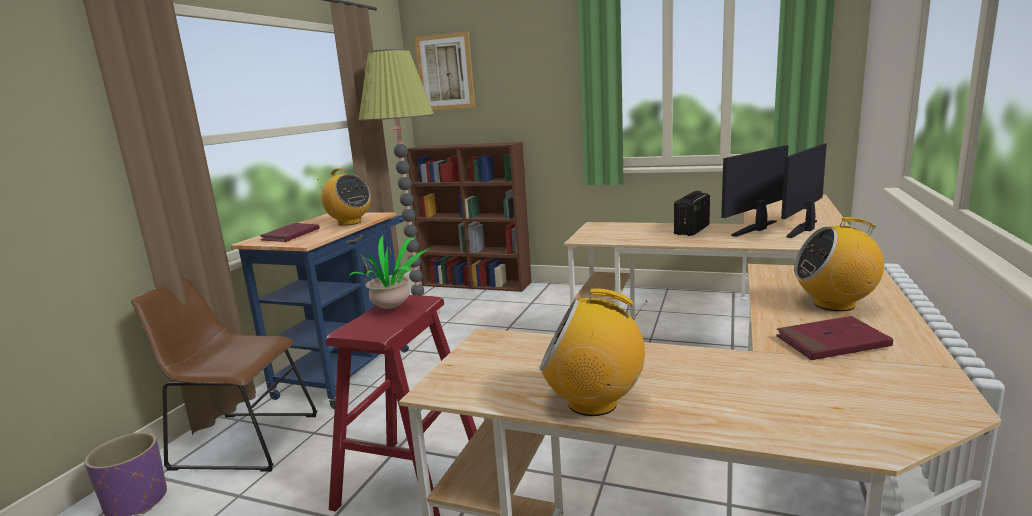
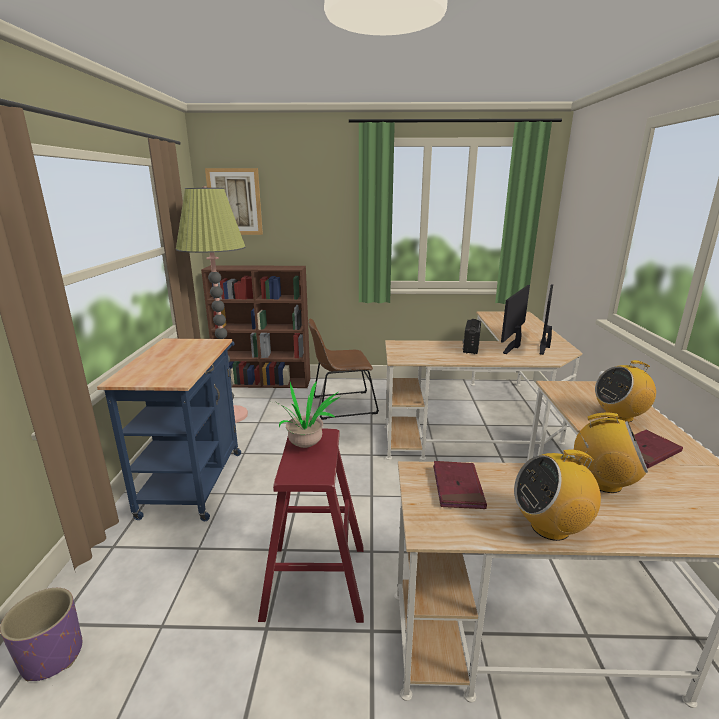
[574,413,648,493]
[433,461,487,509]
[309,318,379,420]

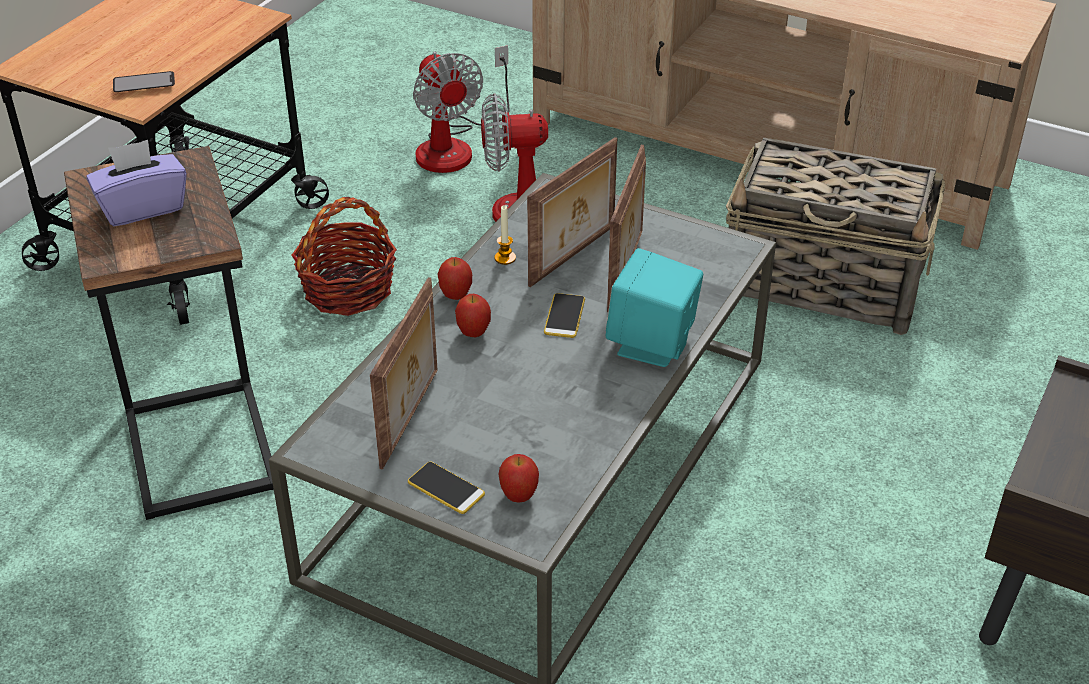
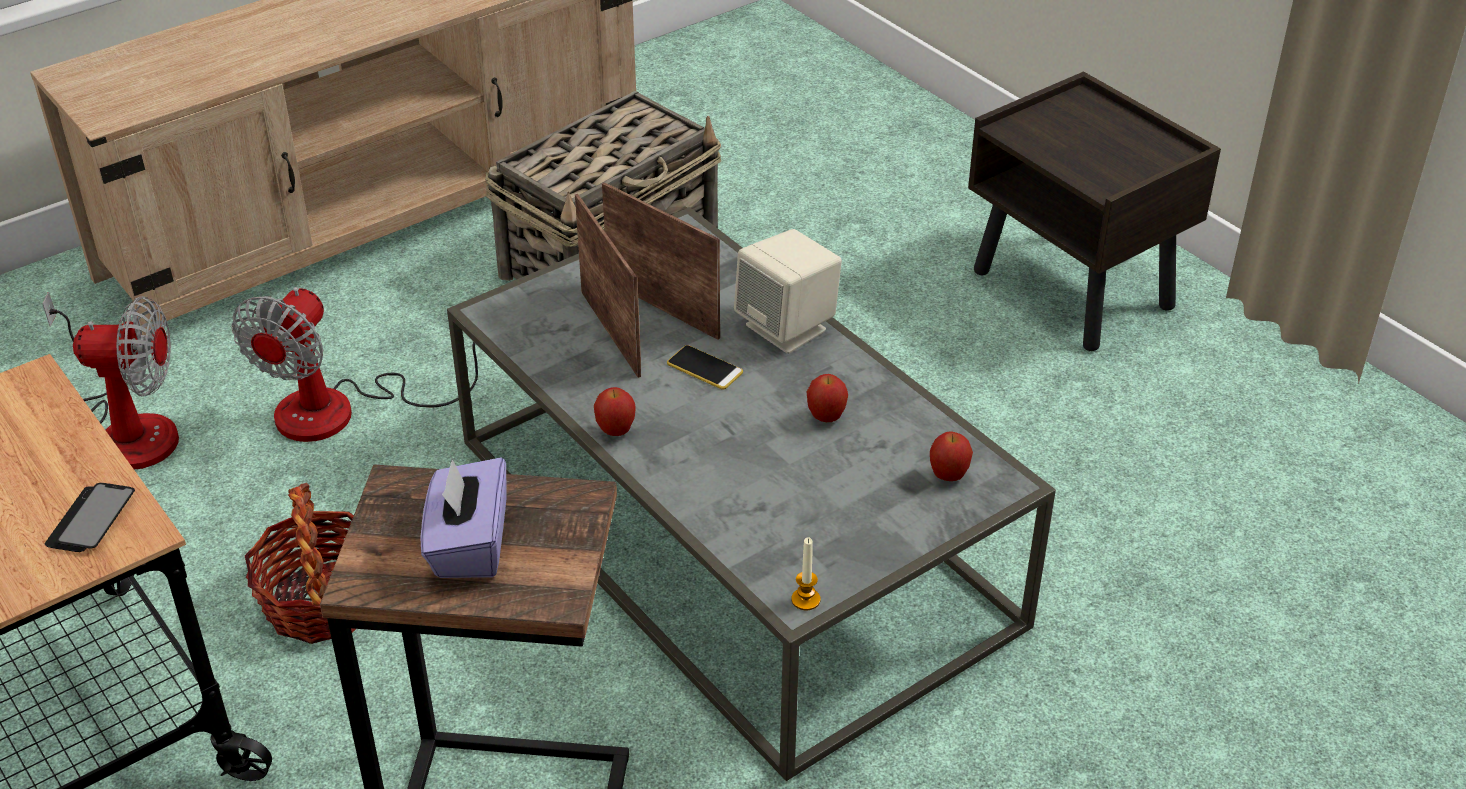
[791,537,821,610]
[734,229,842,354]
[370,277,438,470] (first image)
[807,374,848,422]
[408,462,485,514] (first image)

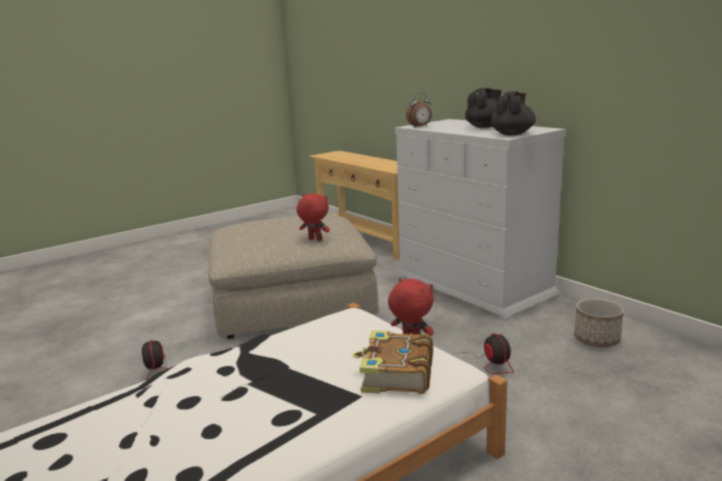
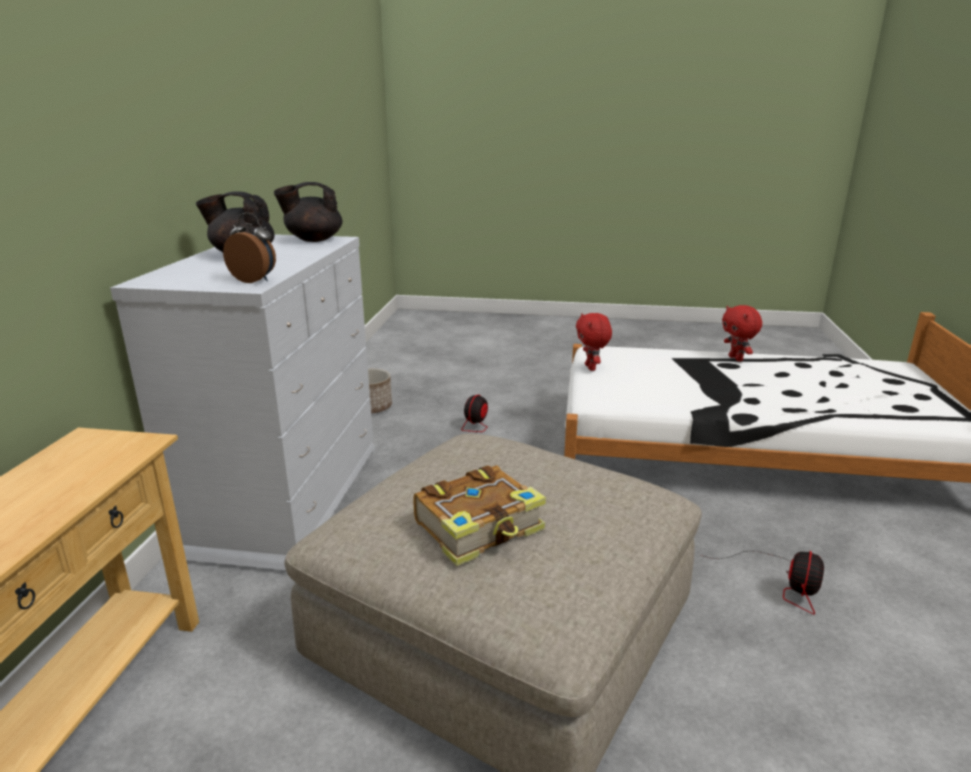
[722,305,762,361]
[413,465,546,566]

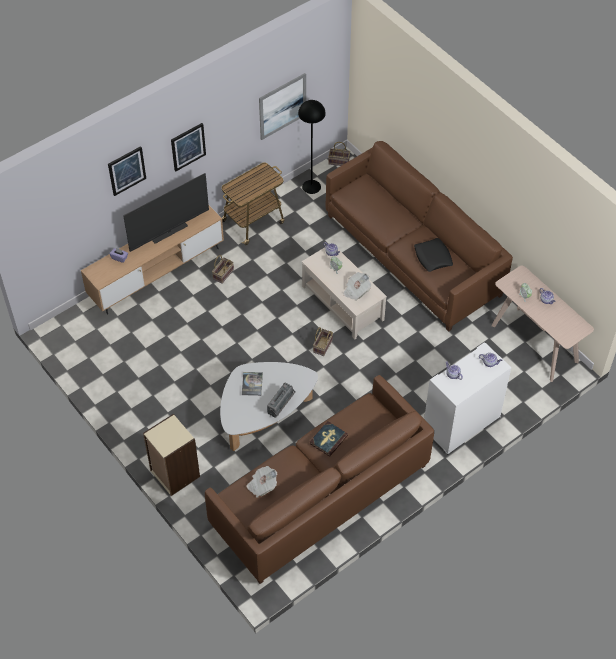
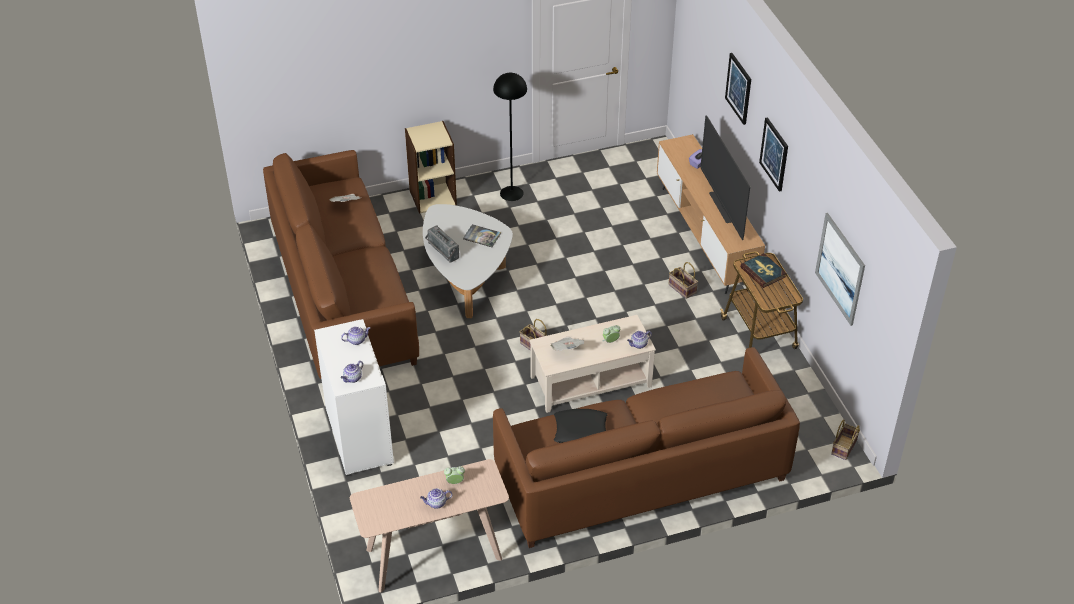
[493,73,527,201]
[740,253,787,288]

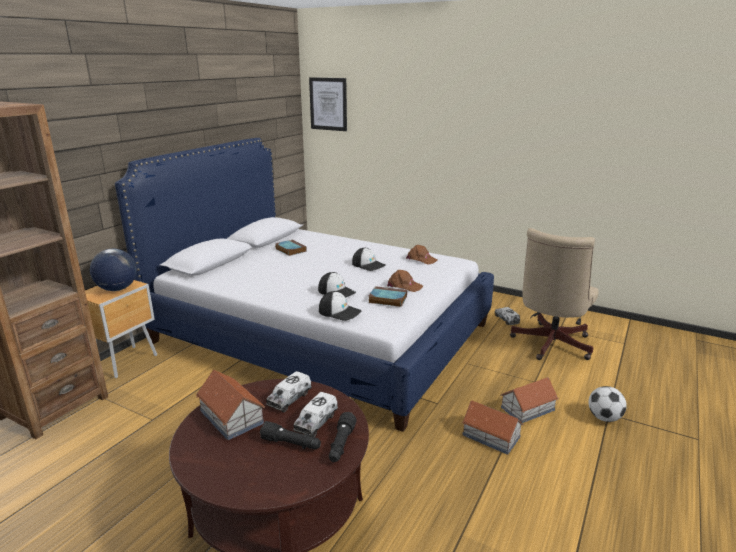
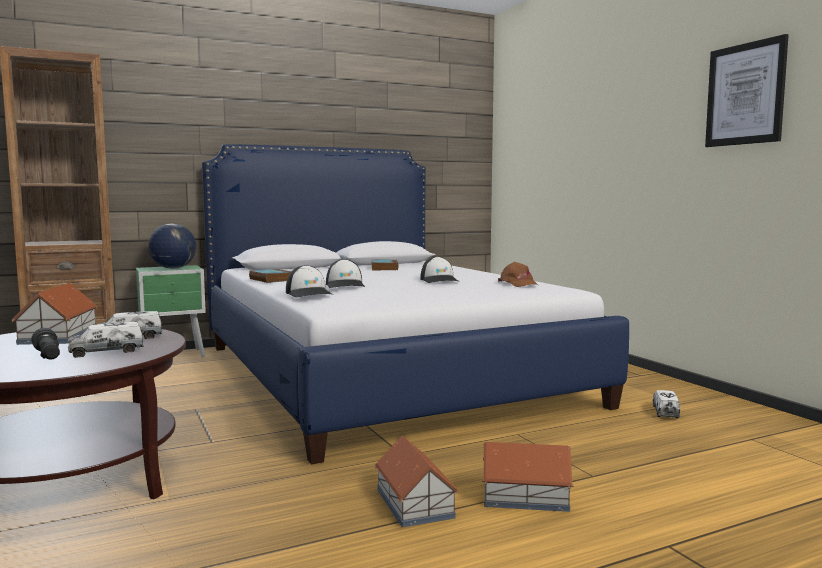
[705,34,789,147]
[510,228,599,360] (first image)
[387,270,423,292] (first image)
[136,265,206,358]
[249,269,291,283]
[589,386,627,422] (first image)
[329,412,357,462] (first image)

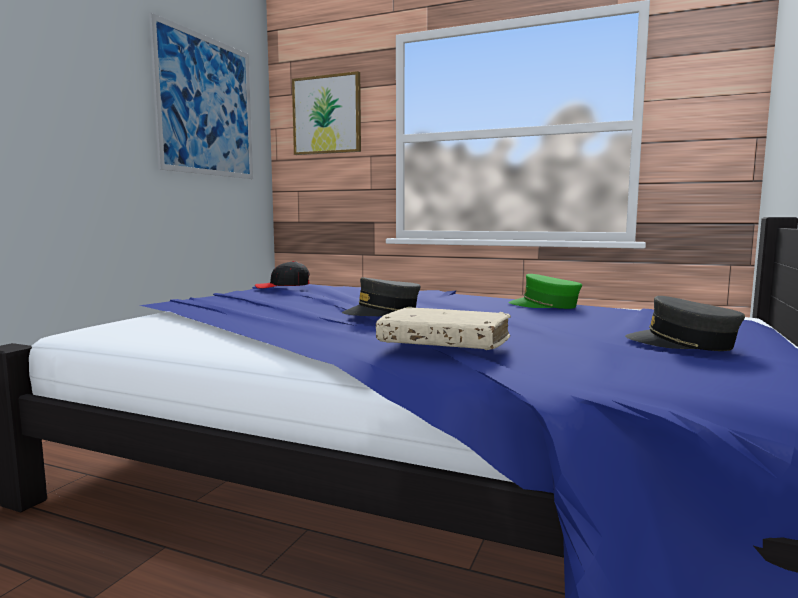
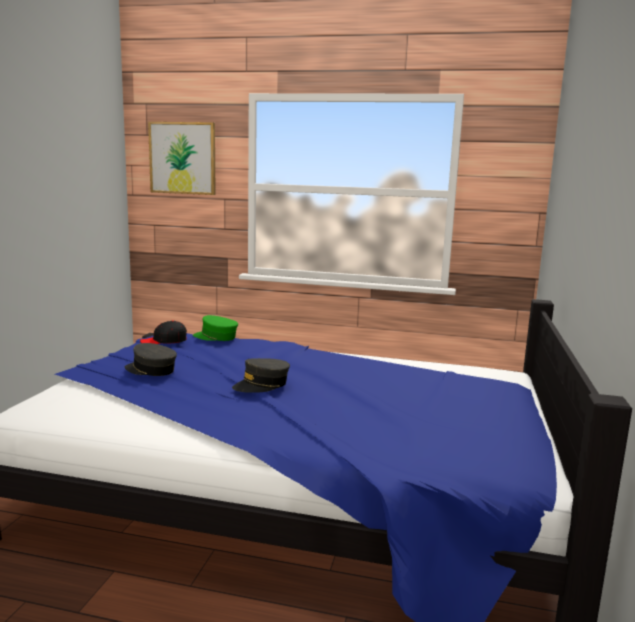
[149,13,253,179] (first image)
[193,315,238,341]
[125,343,177,376]
[376,307,511,350] (first image)

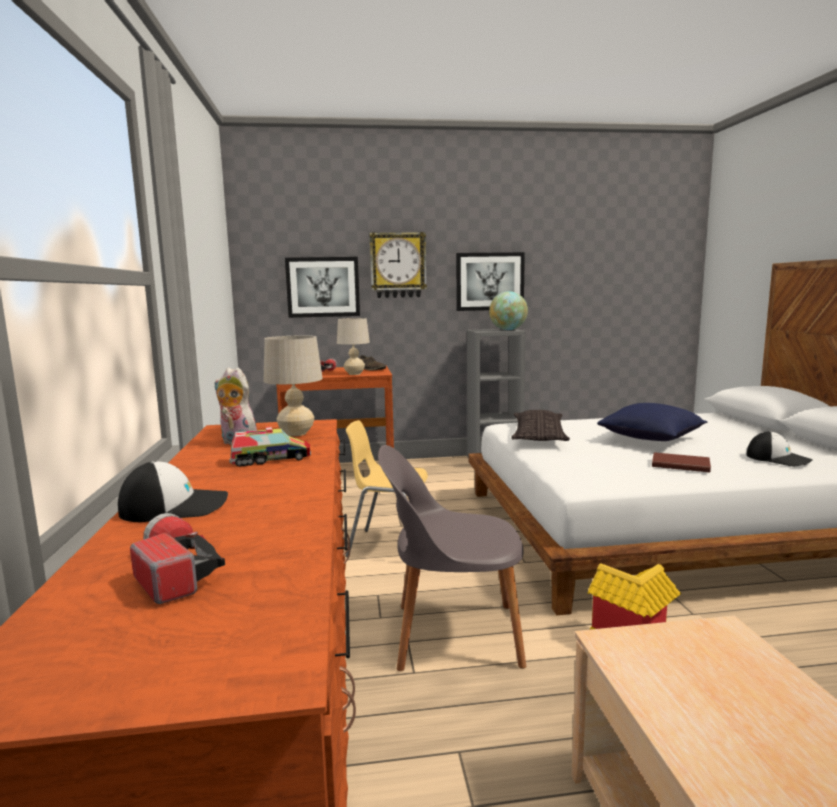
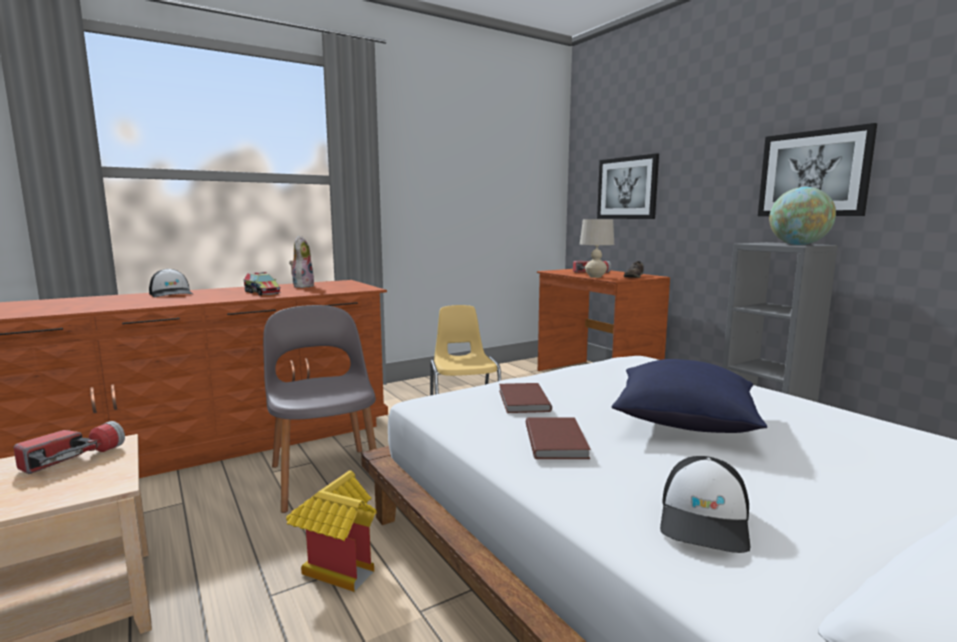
[369,232,427,298] (first image)
[263,335,323,436] (first image)
[512,410,570,441] (first image)
[14,421,125,474]
[499,383,552,413]

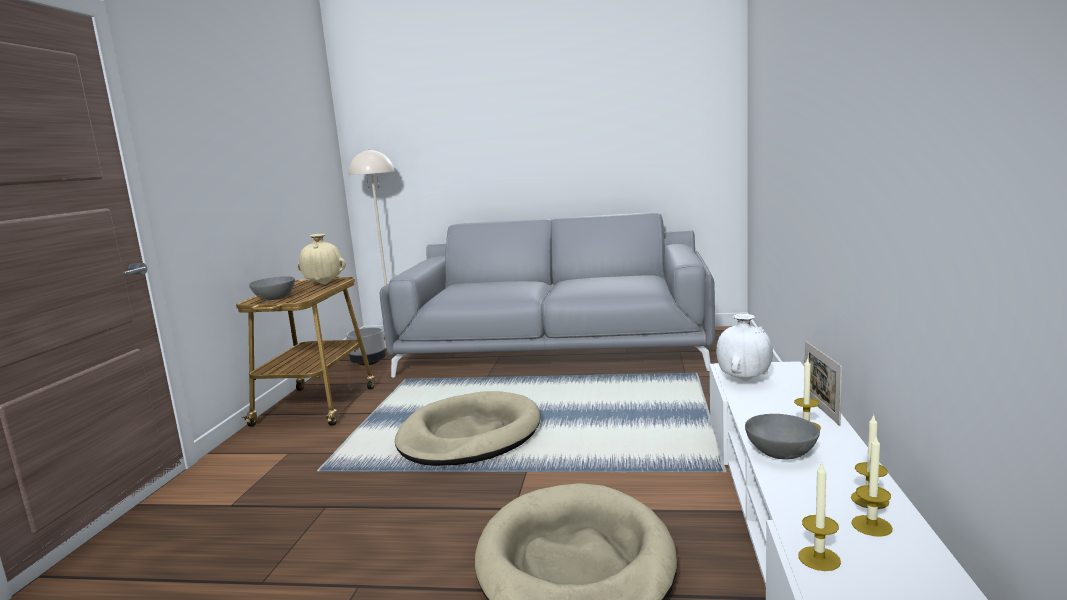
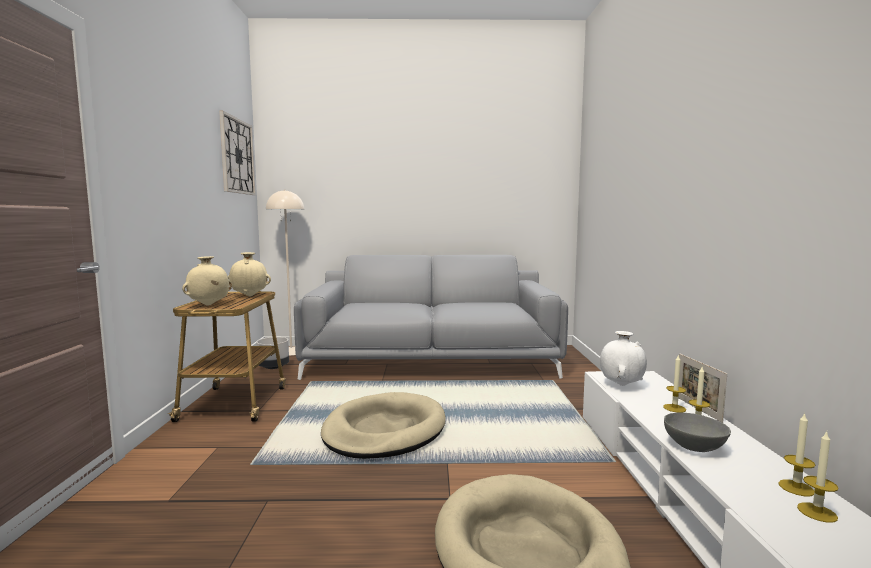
[182,256,232,306]
[663,354,686,413]
[219,111,256,195]

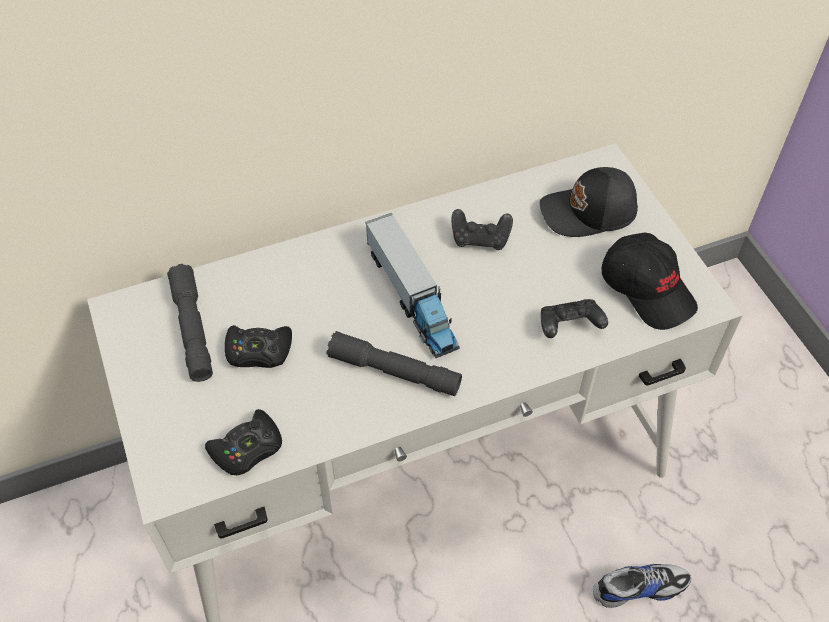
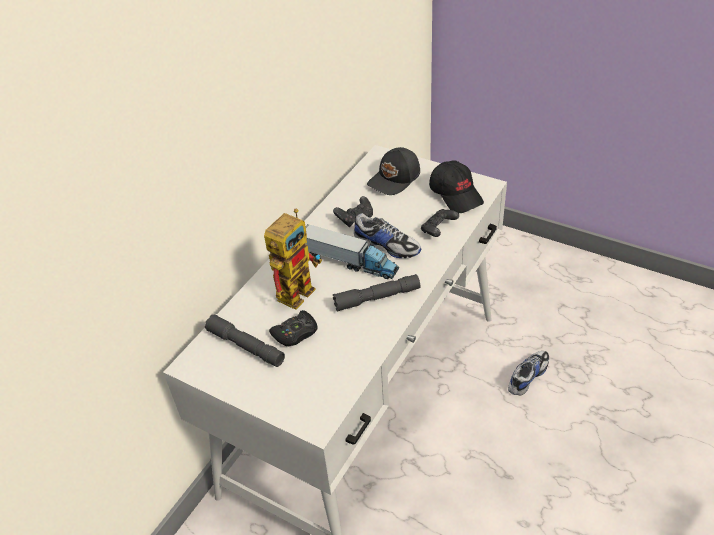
[429,160,484,213]
[205,409,282,475] (first image)
[264,209,322,310]
[351,210,421,258]

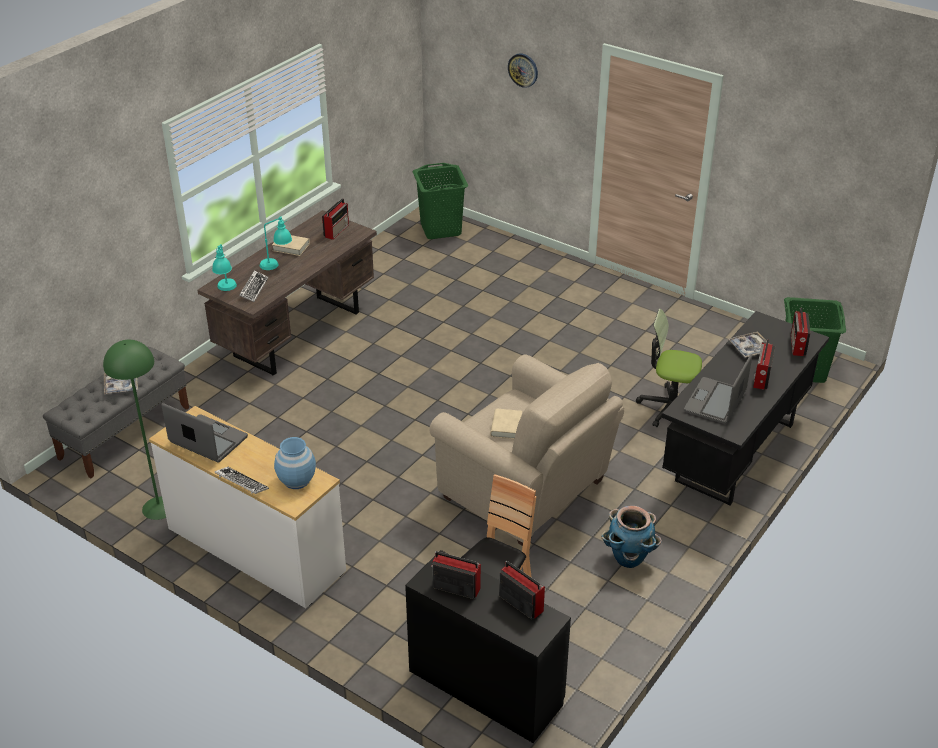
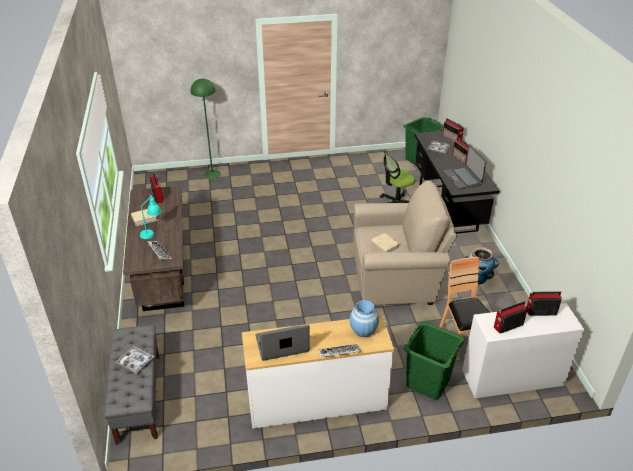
[508,53,538,88] (first image)
[404,321,465,400]
[212,244,237,291] (first image)
[191,79,221,179]
[462,303,584,398]

